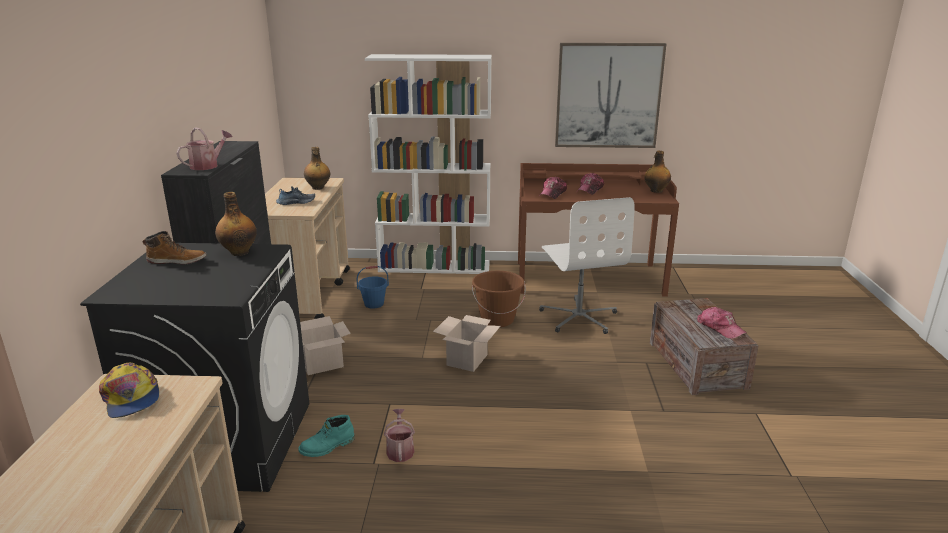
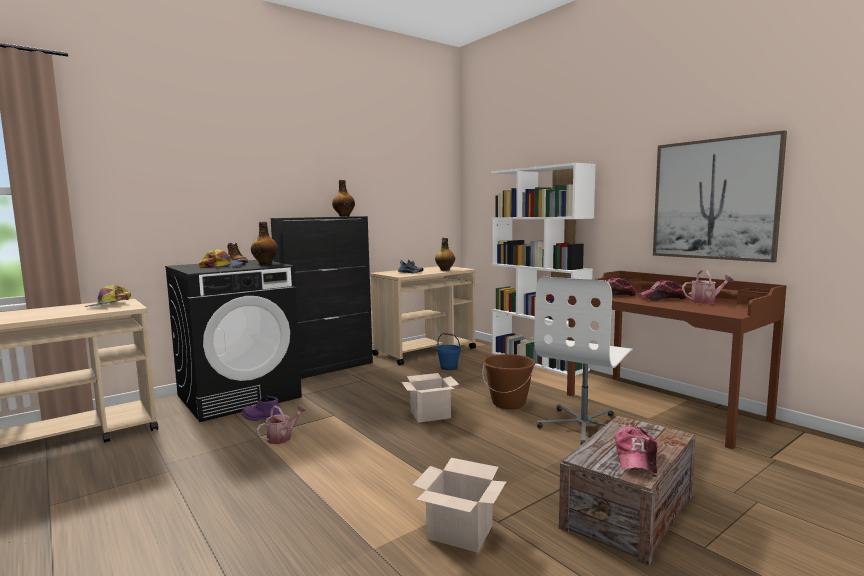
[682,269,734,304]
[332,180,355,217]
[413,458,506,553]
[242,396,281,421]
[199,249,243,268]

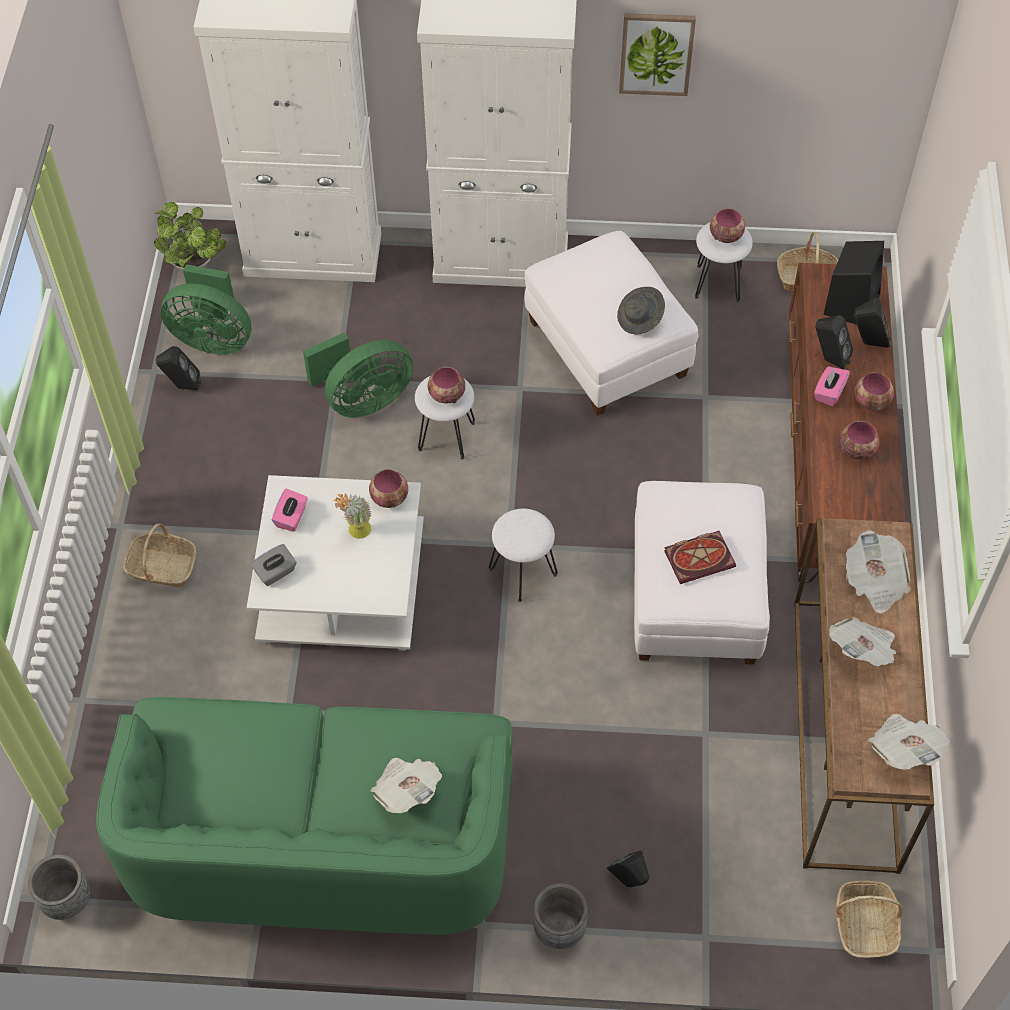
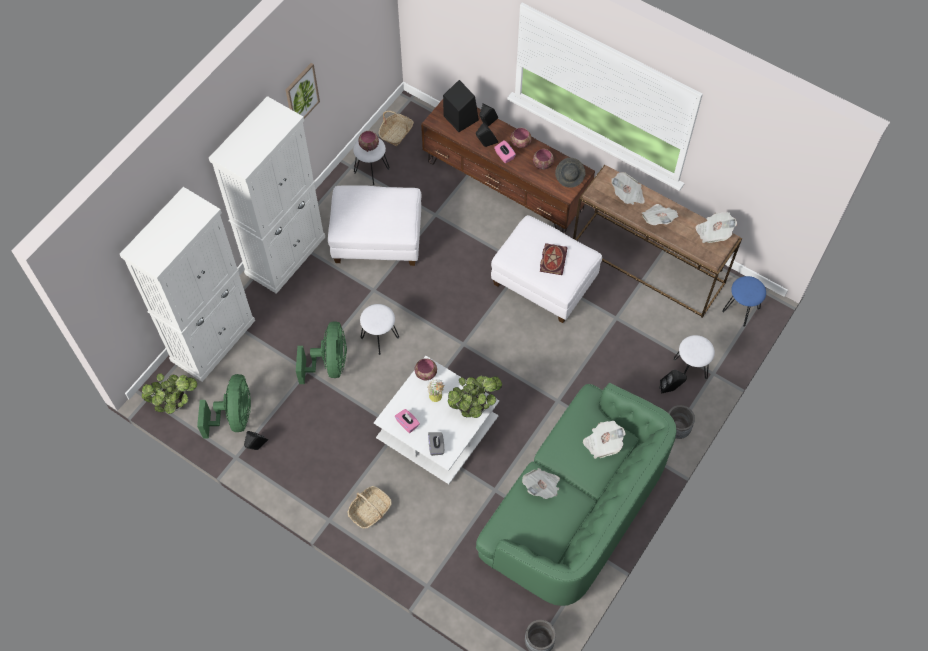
[197,374,251,438]
[555,158,585,188]
[428,367,465,404] (first image)
[673,335,715,380]
[722,276,766,327]
[448,376,502,418]
[522,468,560,499]

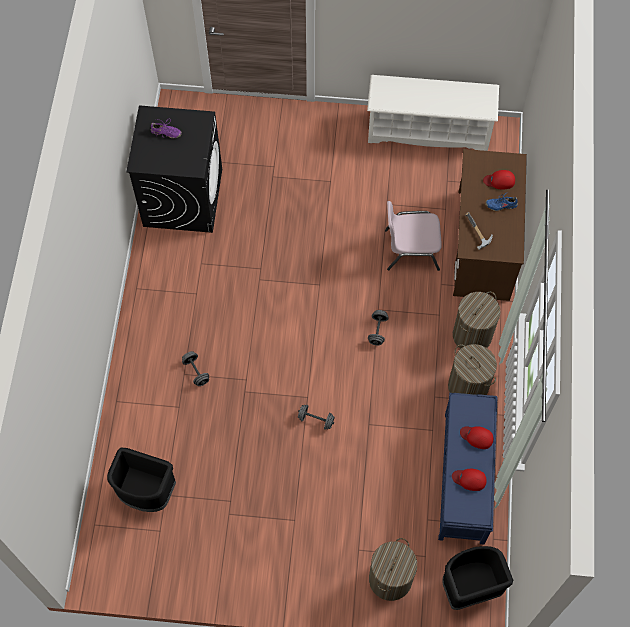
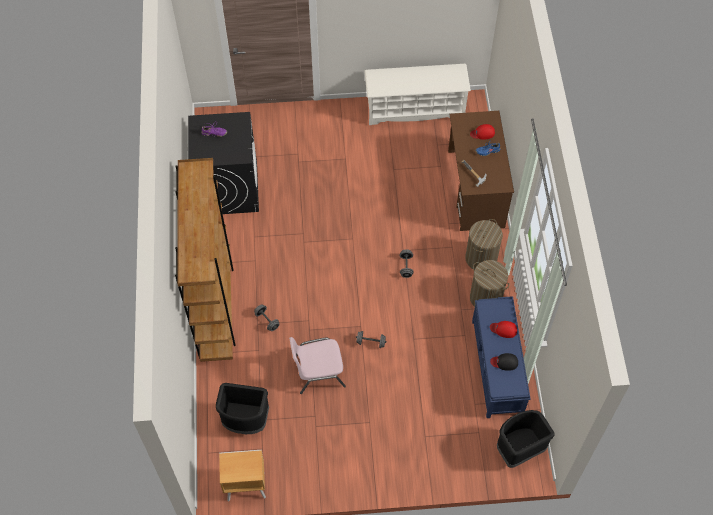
[289,337,346,394]
[490,353,518,371]
[369,538,417,601] (first image)
[175,158,236,362]
[219,450,266,501]

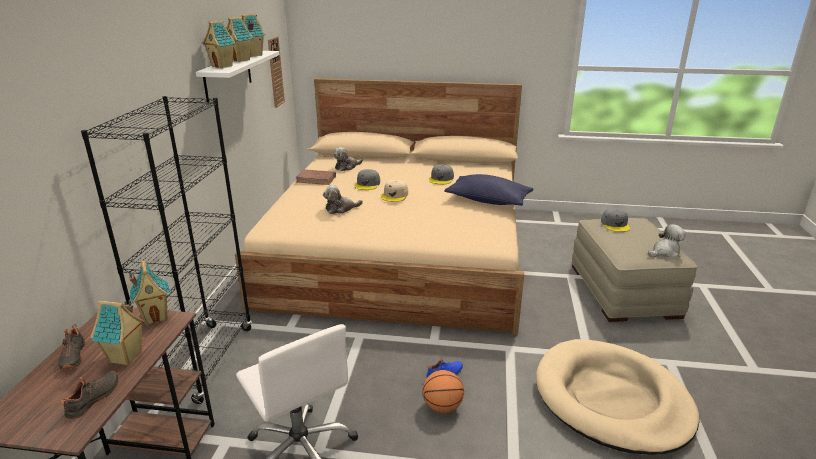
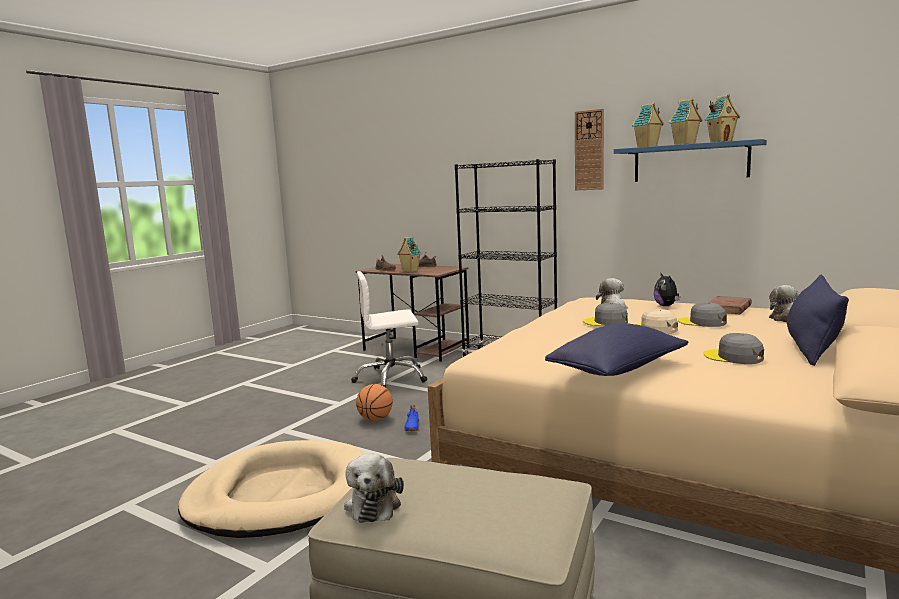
[575,109,604,190]
[614,139,767,182]
[583,303,628,326]
[128,261,170,325] (first image)
[654,272,680,306]
[787,275,849,366]

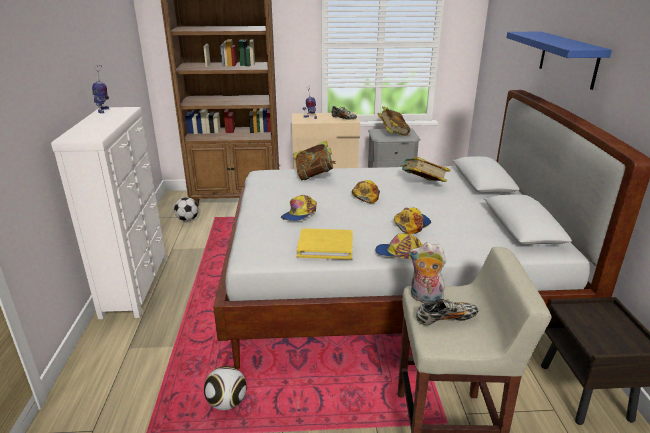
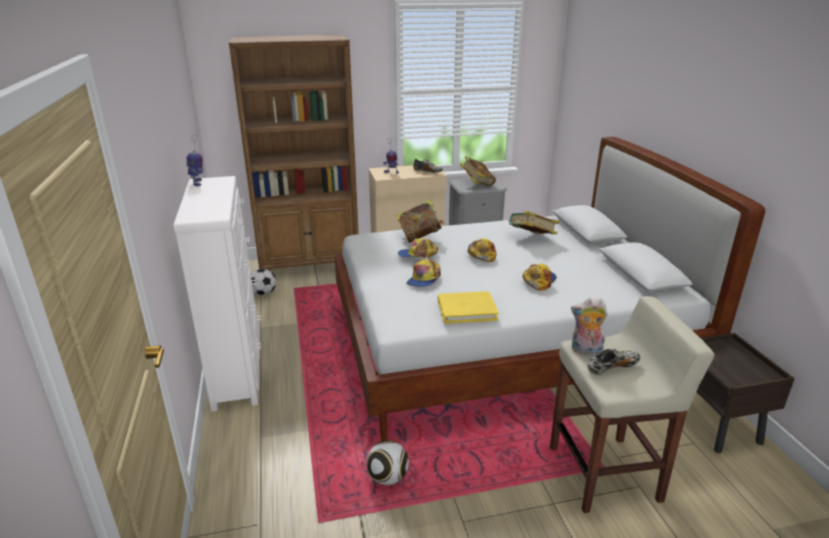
[506,32,612,90] (first image)
[398,238,438,258]

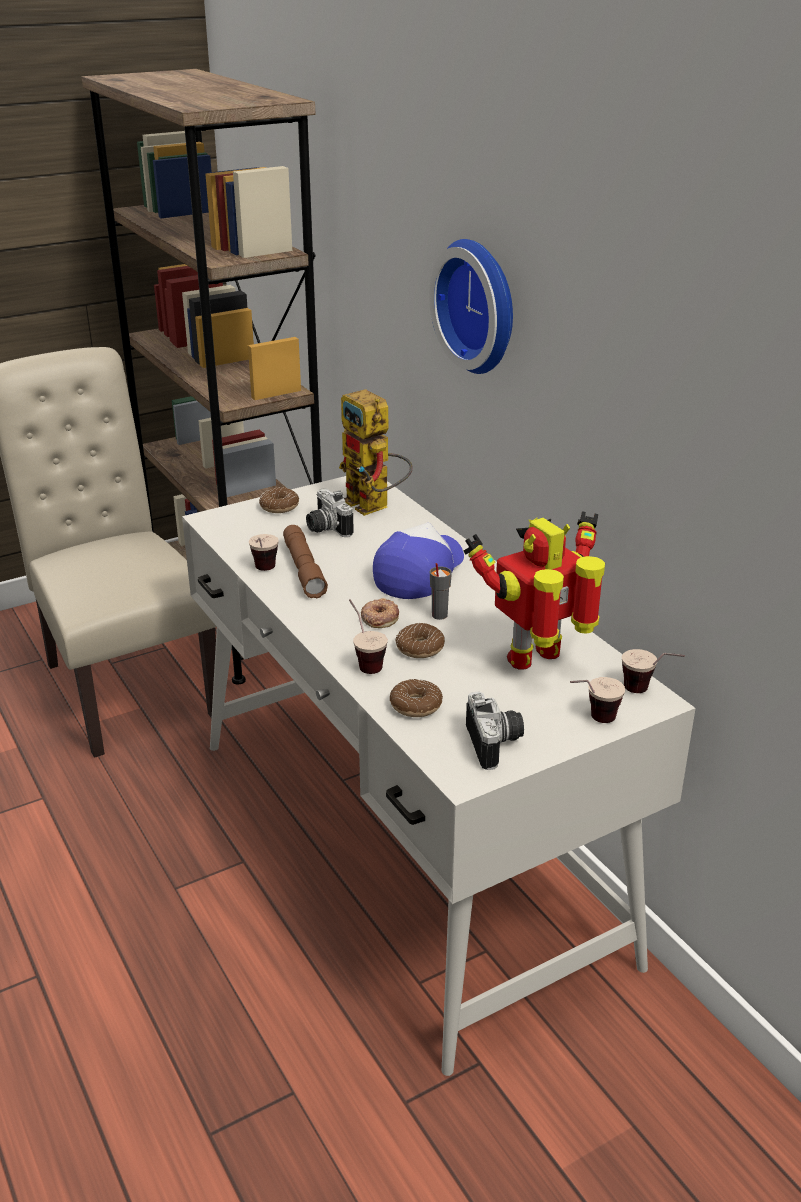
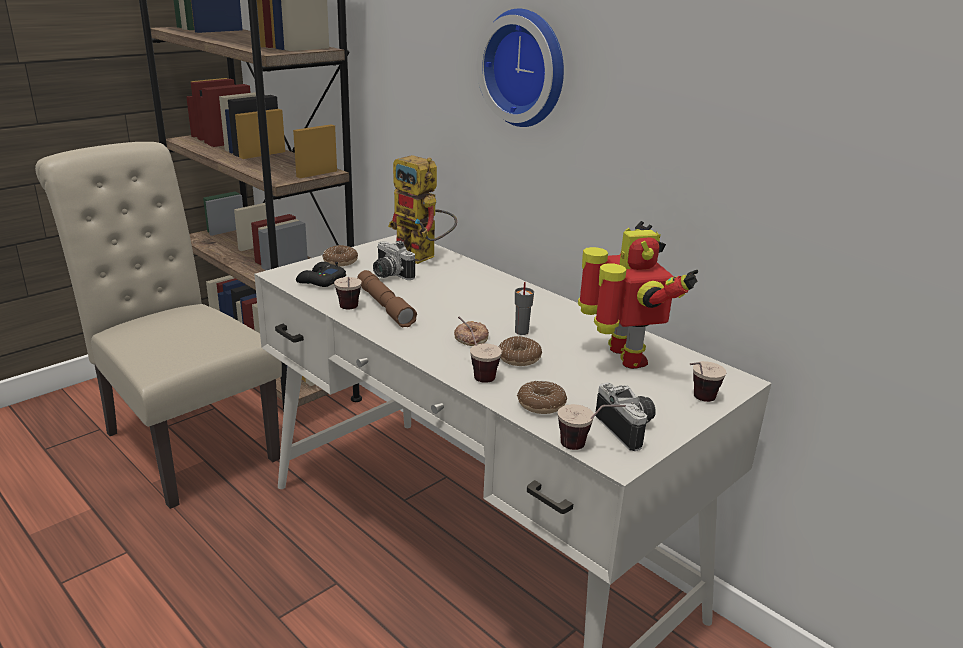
[578,221,698,369]
[373,523,464,599] (first image)
[558,404,626,450]
[296,262,346,287]

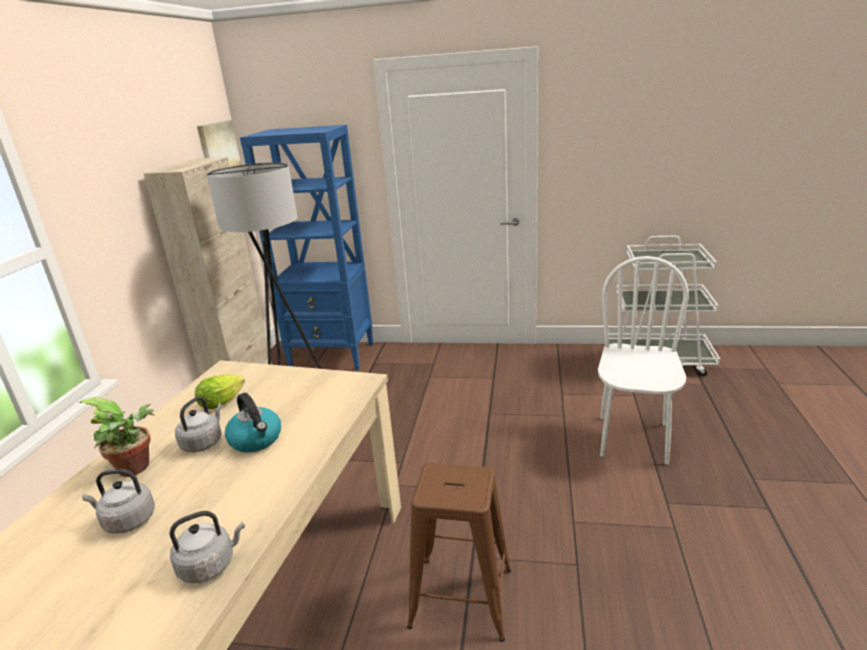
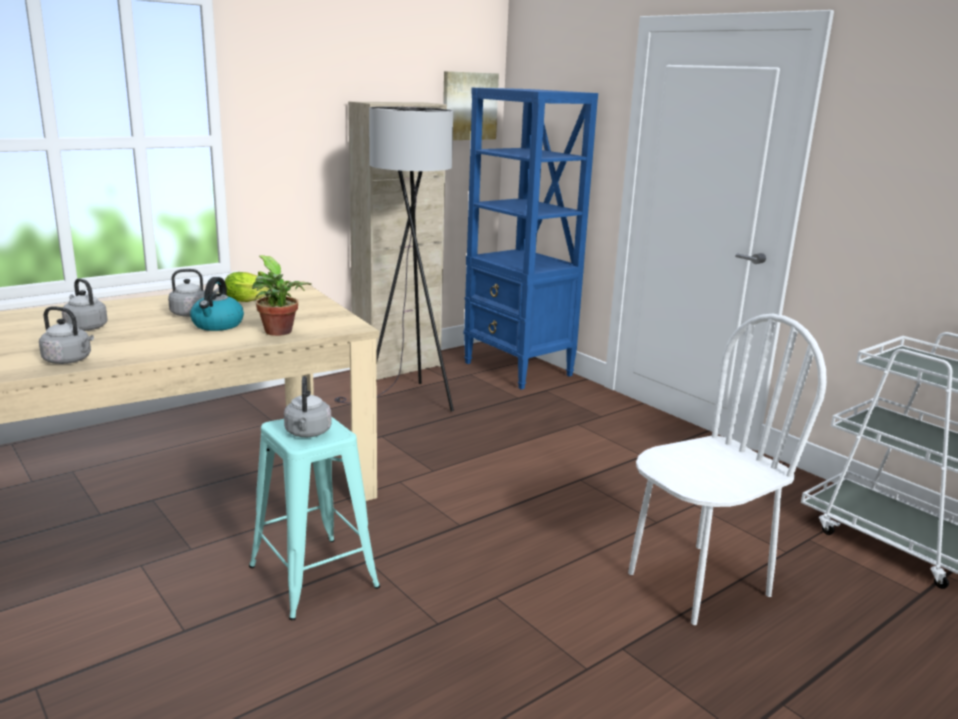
[252,255,312,336]
[249,416,380,620]
[284,376,332,437]

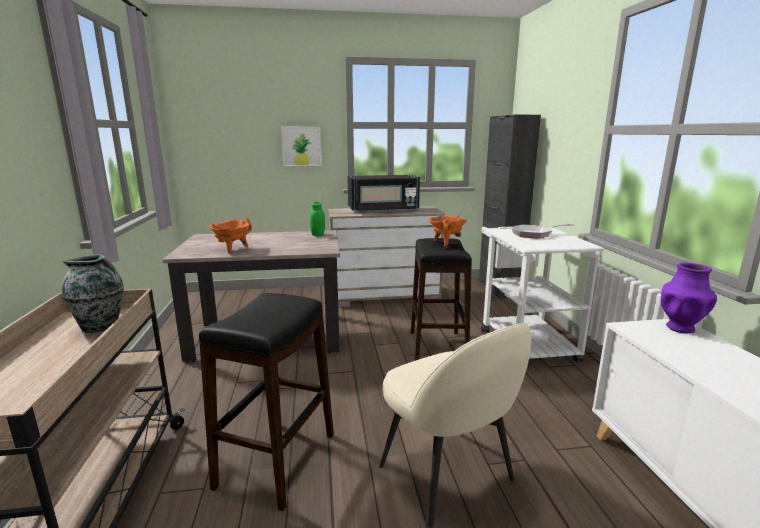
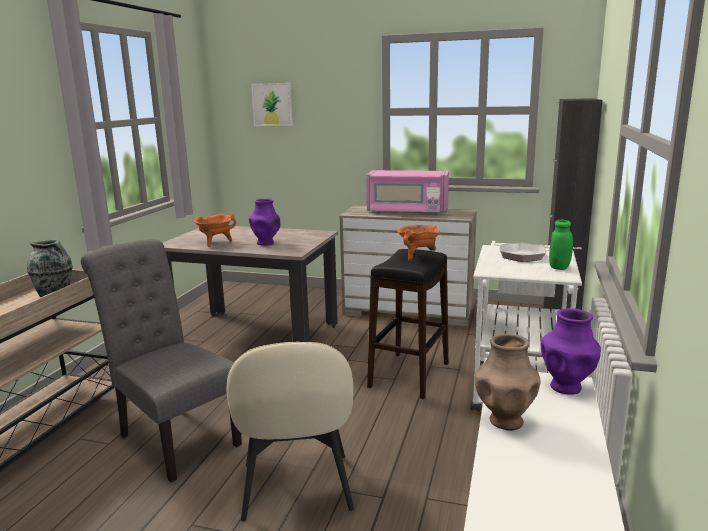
[251,83,293,126]
[366,170,449,215]
[549,220,573,270]
[81,239,242,483]
[249,199,280,246]
[475,334,541,431]

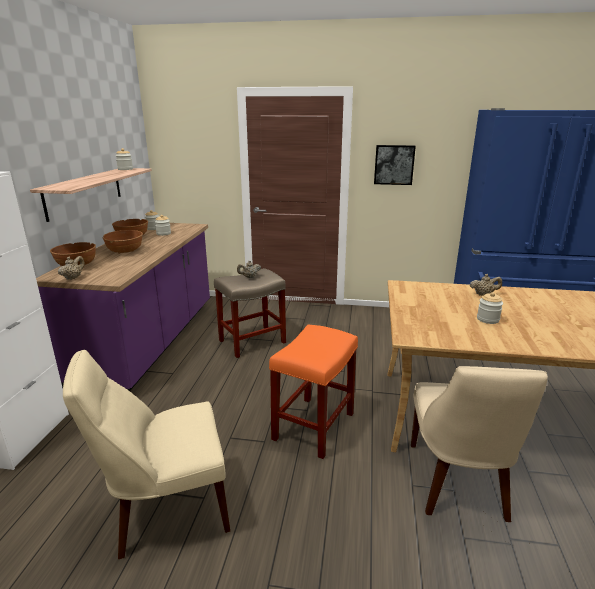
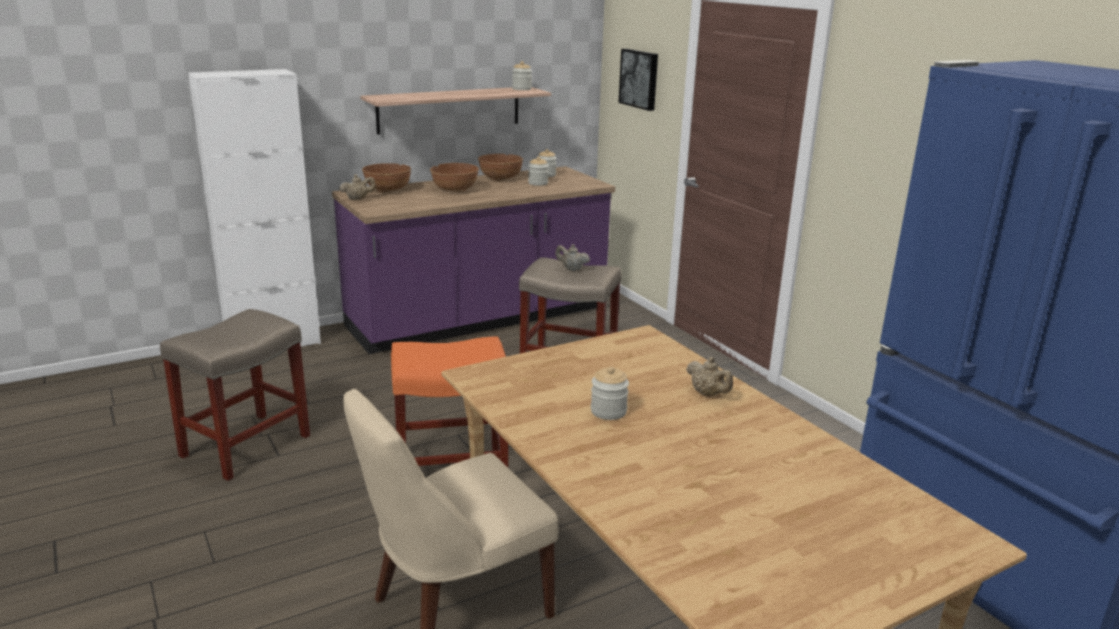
[618,49,658,111]
[160,309,310,481]

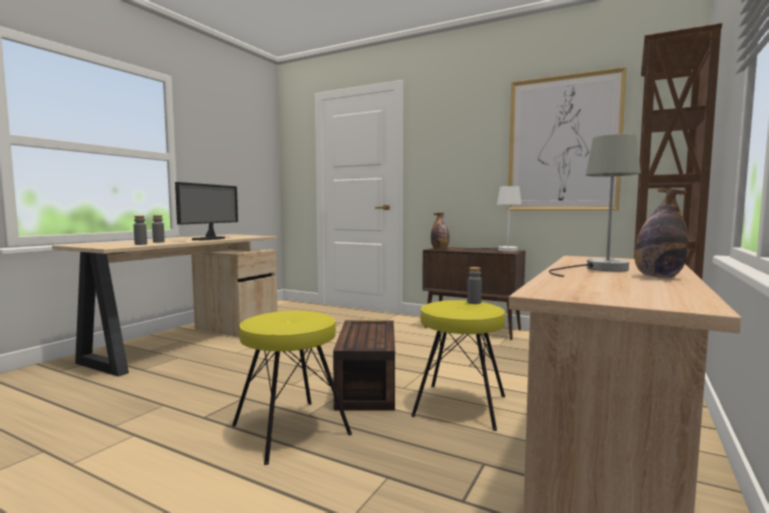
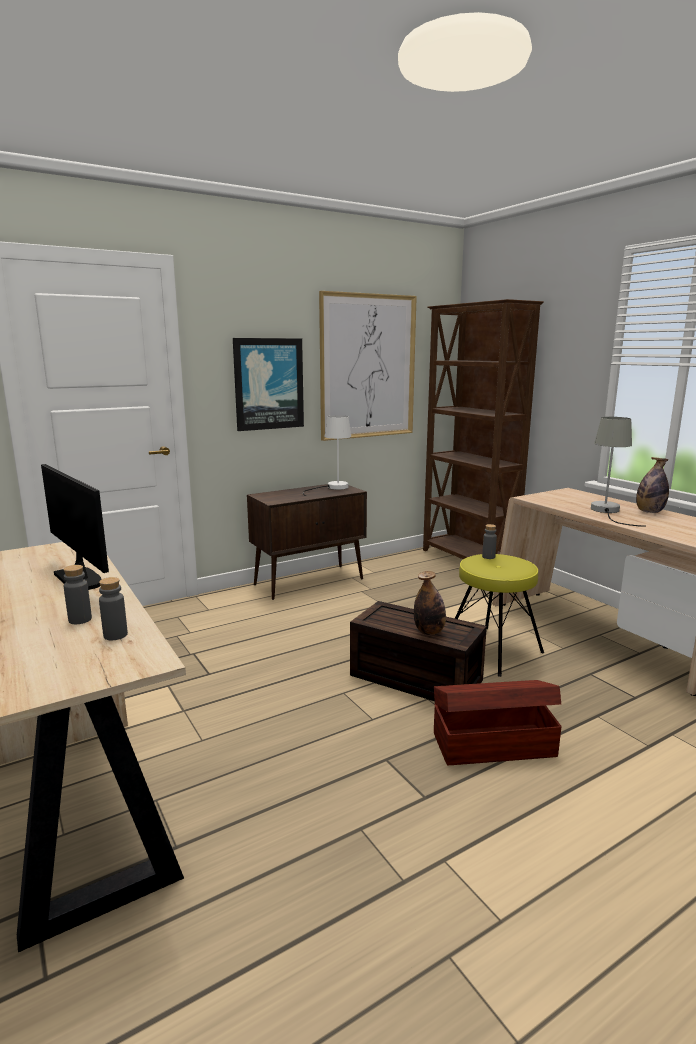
[414,571,446,635]
[434,680,562,765]
[233,338,304,431]

